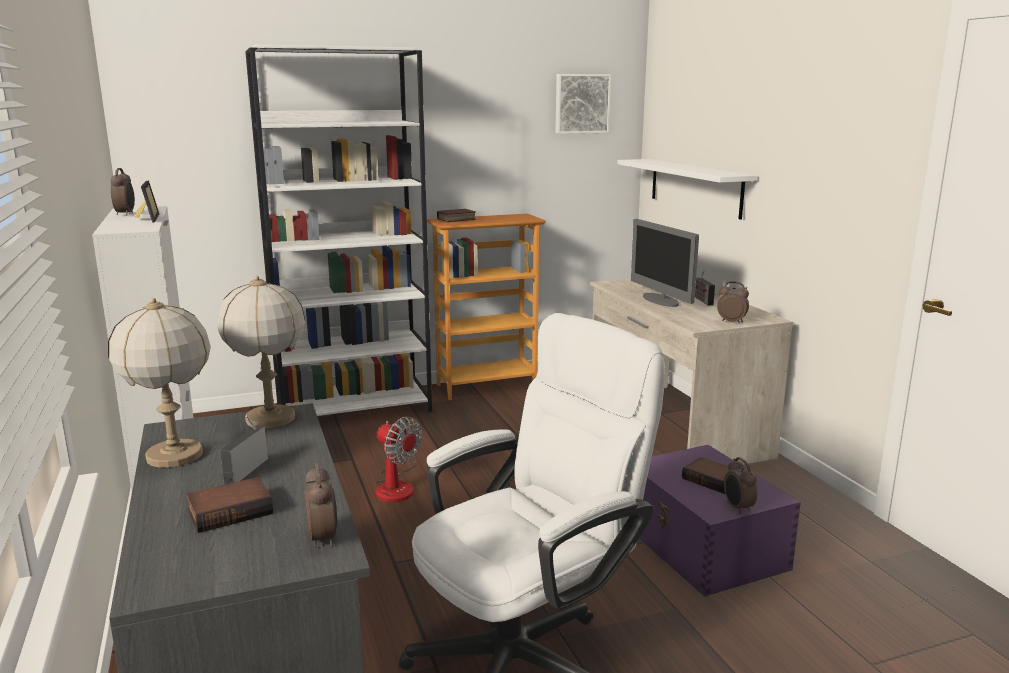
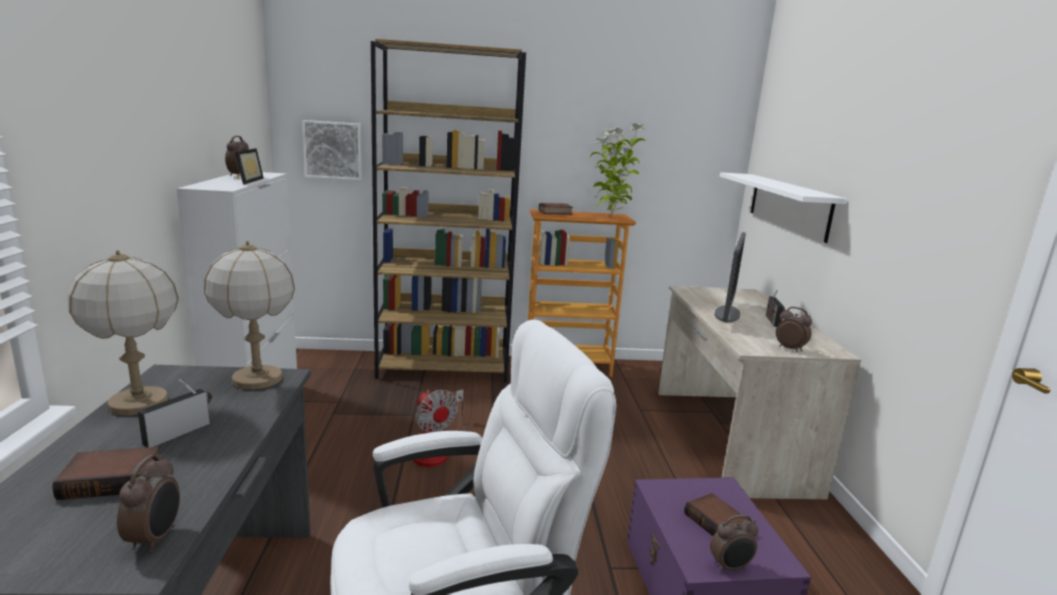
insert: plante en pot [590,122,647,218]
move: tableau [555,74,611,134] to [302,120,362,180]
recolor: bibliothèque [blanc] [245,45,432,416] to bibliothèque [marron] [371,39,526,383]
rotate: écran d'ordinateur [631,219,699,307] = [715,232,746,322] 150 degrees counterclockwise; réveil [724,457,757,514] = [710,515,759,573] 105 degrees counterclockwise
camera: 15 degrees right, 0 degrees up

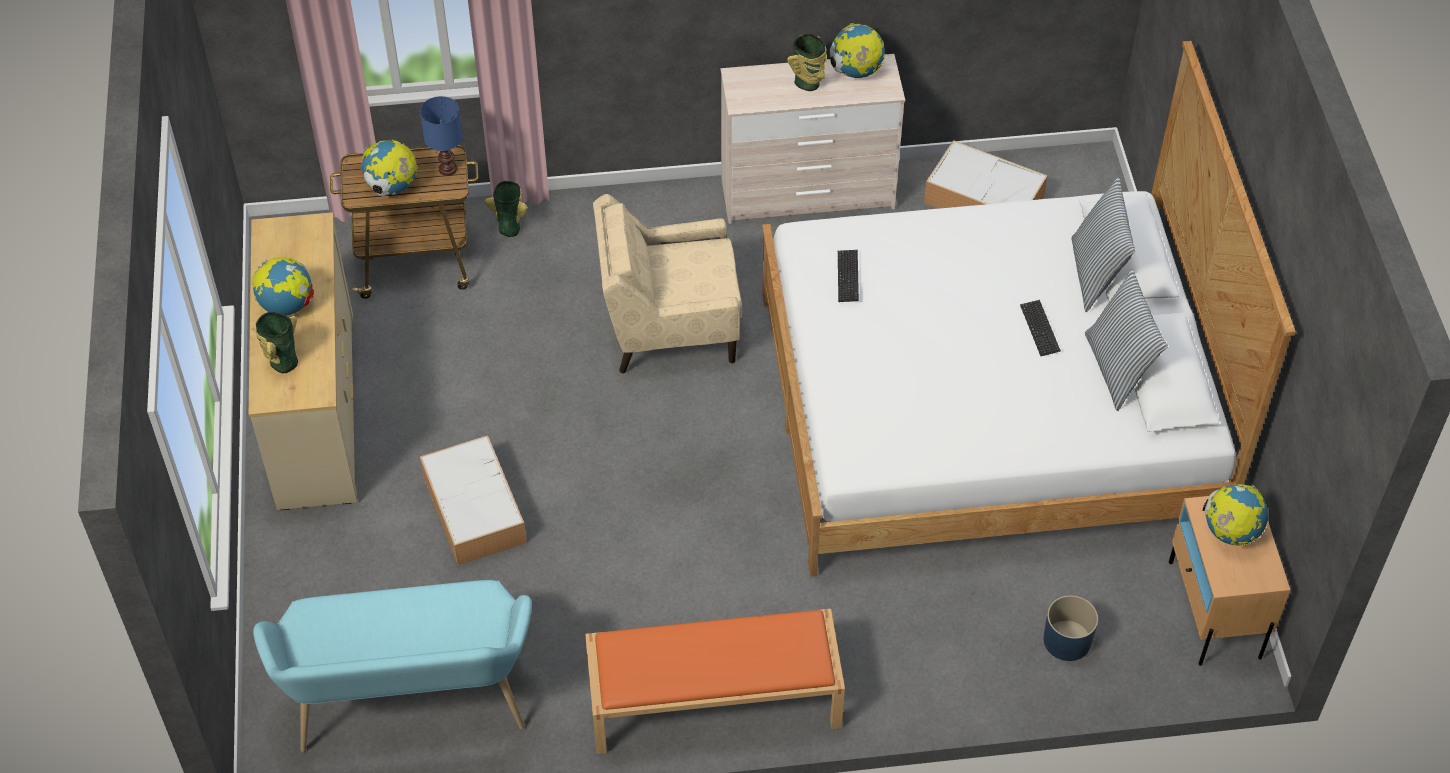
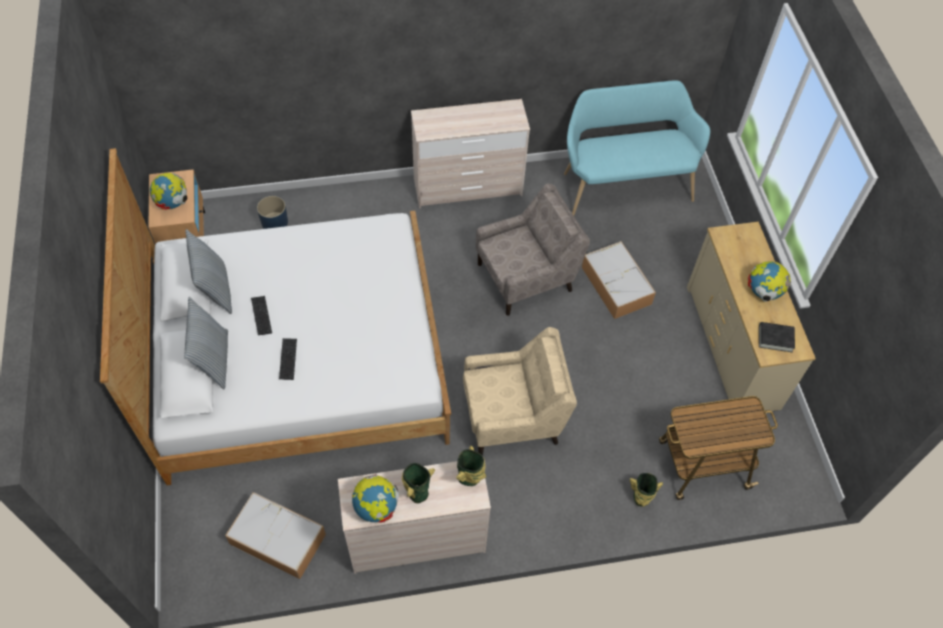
delete: globe [361,139,417,196]; lampe de table [bleu] [420,96,463,176]
insert: fauteuil [beige] [476,184,590,316]; livre [noir] [759,322,795,353]
move: vase [255,312,298,373] to [456,445,486,486]; clavier [838,250,859,302] to [279,338,297,380]
replace: banc [orange] [585,609,845,754] to commode [beige] [411,99,530,208]
camera: 175 degrees right, 5 degrees up

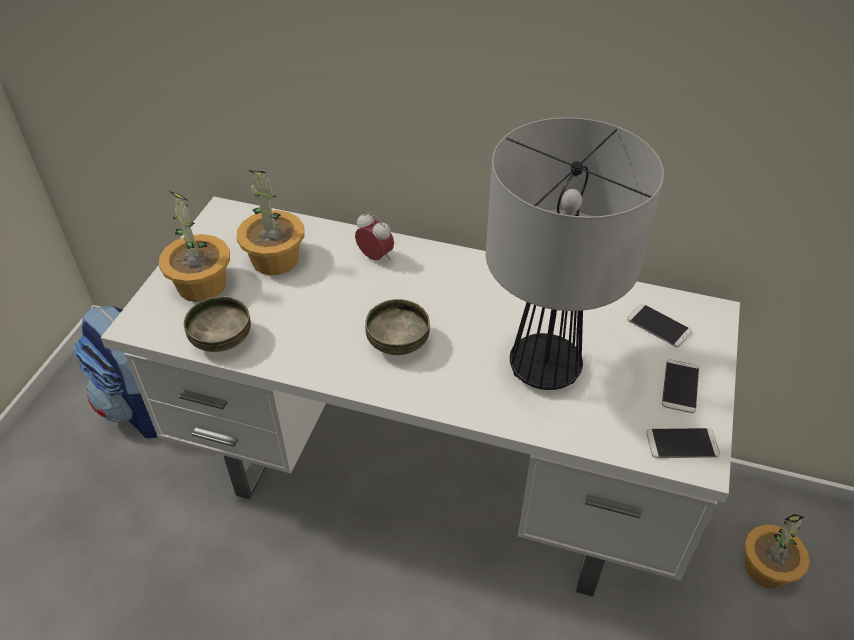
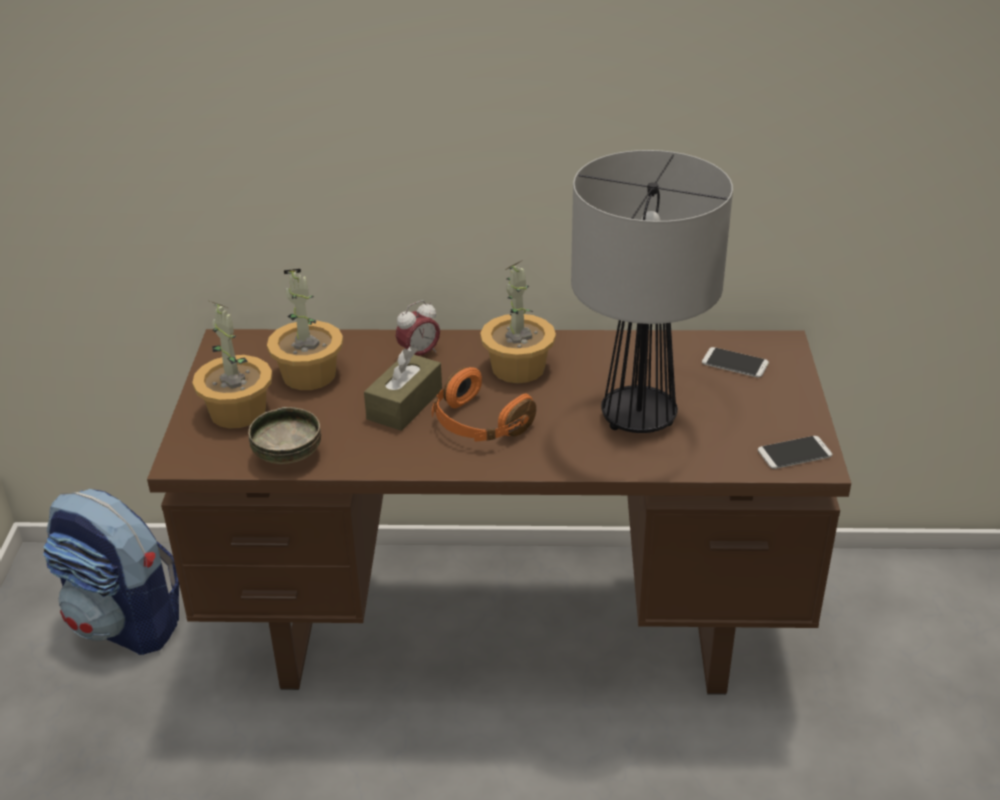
delete: téléphone [662,360,699,413]
insert: boîte à mouchoirs [marron] [364,346,442,431]
move: plante en pot [744,514,810,589] to [480,260,556,383]
replace: bol [365,299,430,355] to casque audio [orange] [432,367,536,442]
recolor: bureau [blanc] [101,197,740,597] to bureau [marron] [147,329,851,695]
rotate: réveil [355,212,394,260] = [396,300,440,356] 120 degrees clockwise
camera: 15 degrees left, 10 degrees down

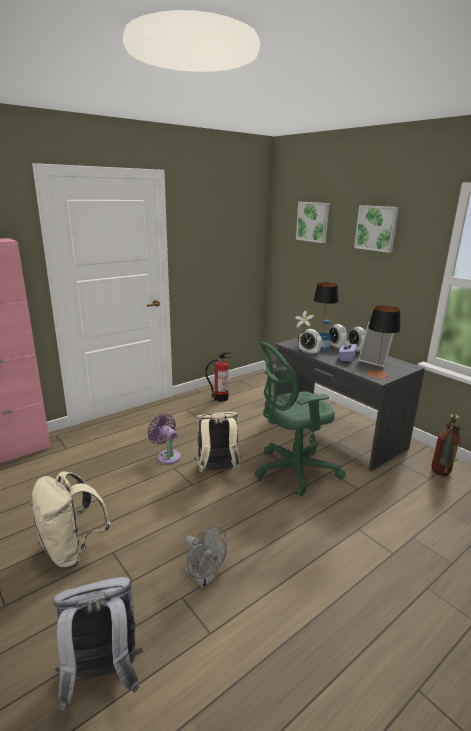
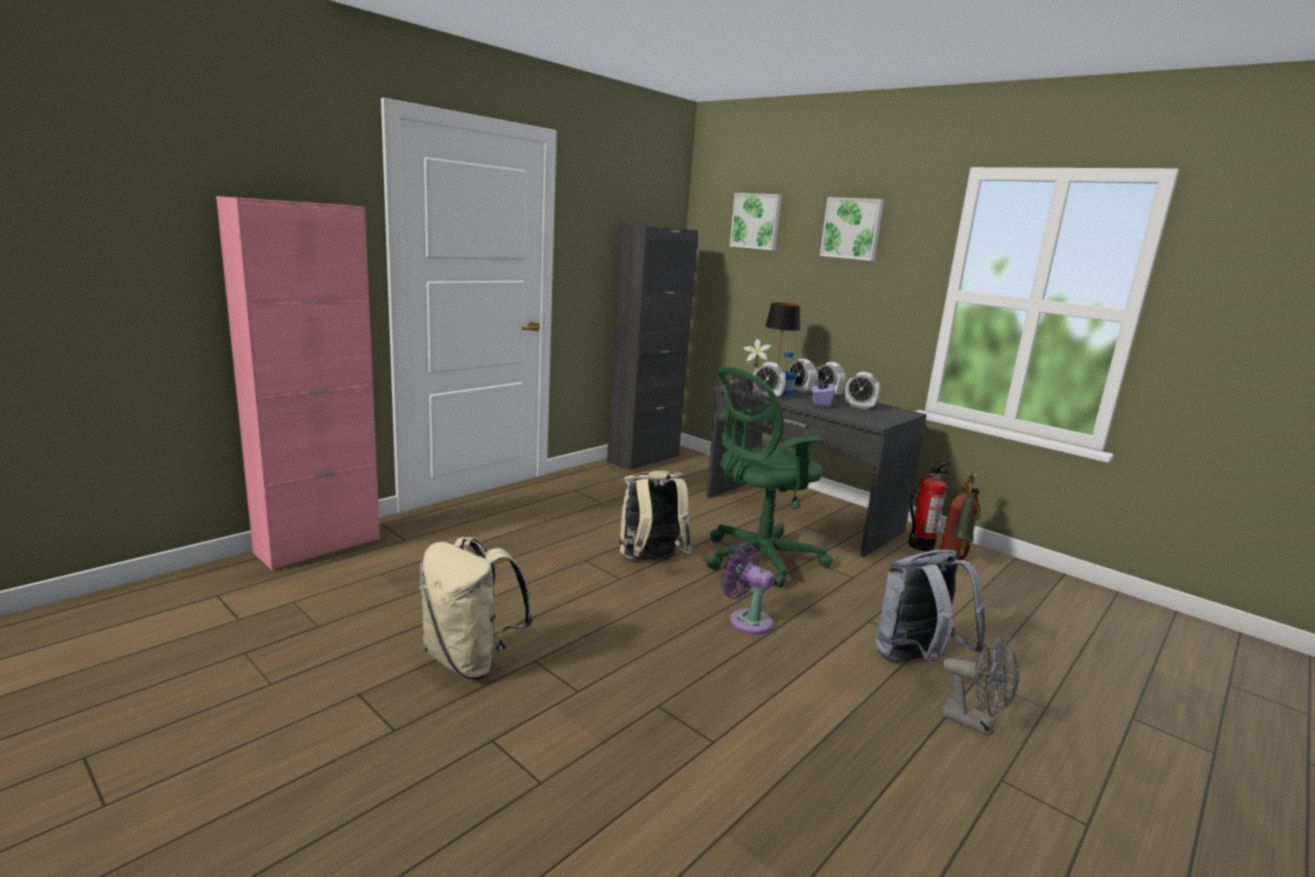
delete: lampe de table [367,306,400,378]
insert: meuble de rangement [noir] [607,224,698,471]
move: sac à dos [gris] [53,577,143,711] to [875,550,985,665]; ventilateur [violet] [147,414,181,464] to [721,543,775,634]; ventilateur [gris] [185,526,227,589] to [941,637,1019,735]; extincteur [205,351,232,402] to [909,461,952,551]
replace: cadre photo [358,322,394,367] to réveil [845,372,880,410]
camera: 10 degrees left, 5 degrees down

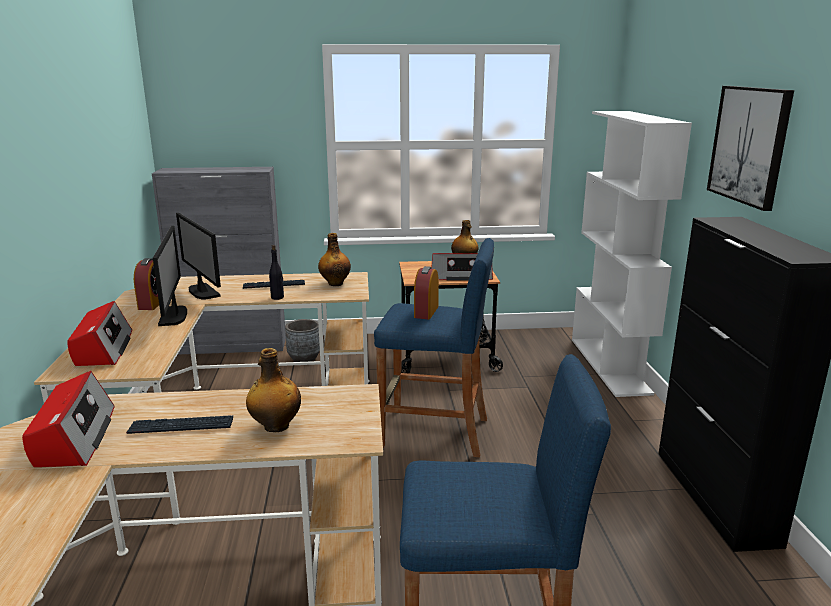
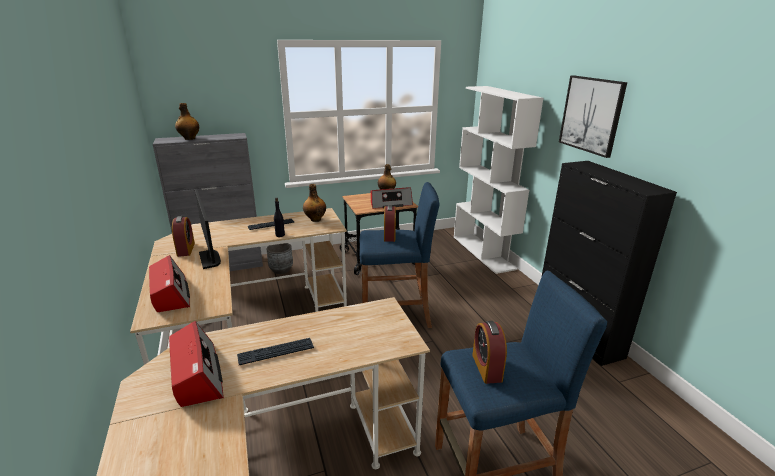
delete: écran d'ordinateur [176,213,221,300]
insert: réveil [472,321,507,384]
move: bouteille [246,348,301,432] to [175,103,199,140]
camera: 15 degrees left, 5 degrees up

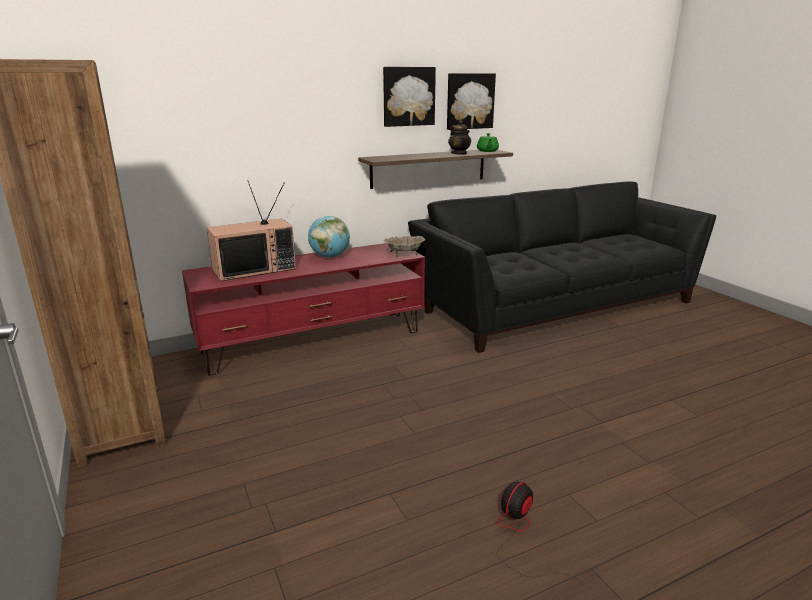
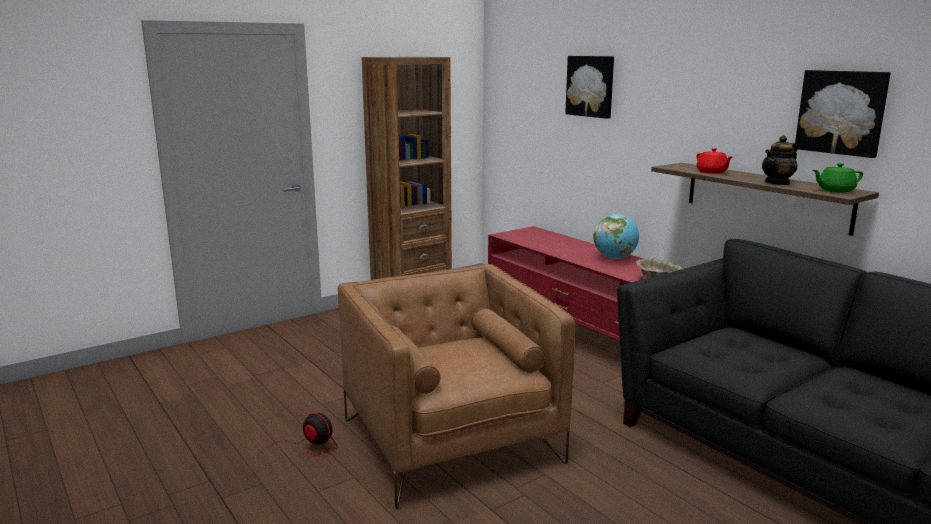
delete: téléviseur [207,180,296,281]
insert: fauteuil [marron] [338,264,575,509]; théière [rouge] [697,148,732,174]
move: tableau [383,67,436,127] to [565,56,614,119]
camera: 80 degrees right, 5 degrees down

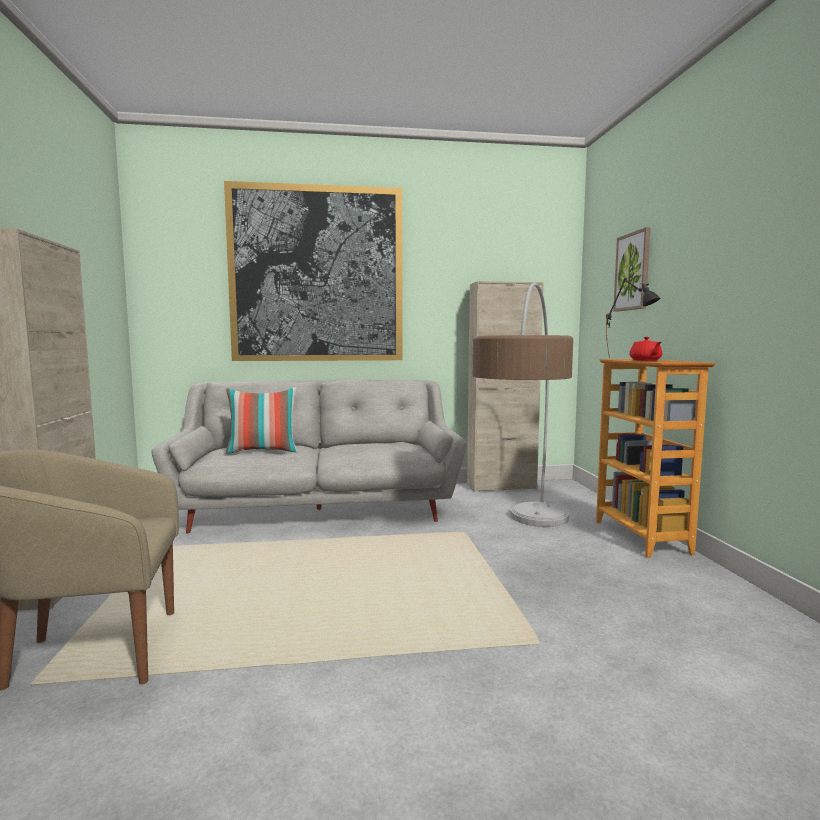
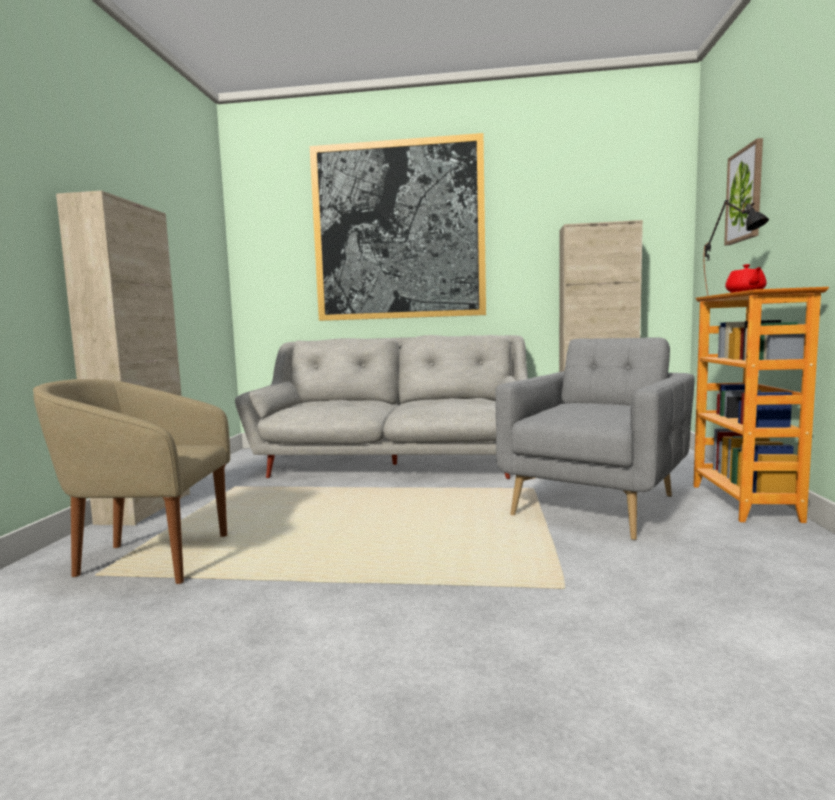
delete: coussin [226,387,298,454]
replace: lampadaire [473,283,573,527] to fauteuil [gris] [495,337,695,540]
camera: 15 degrees right, 0 degrees up

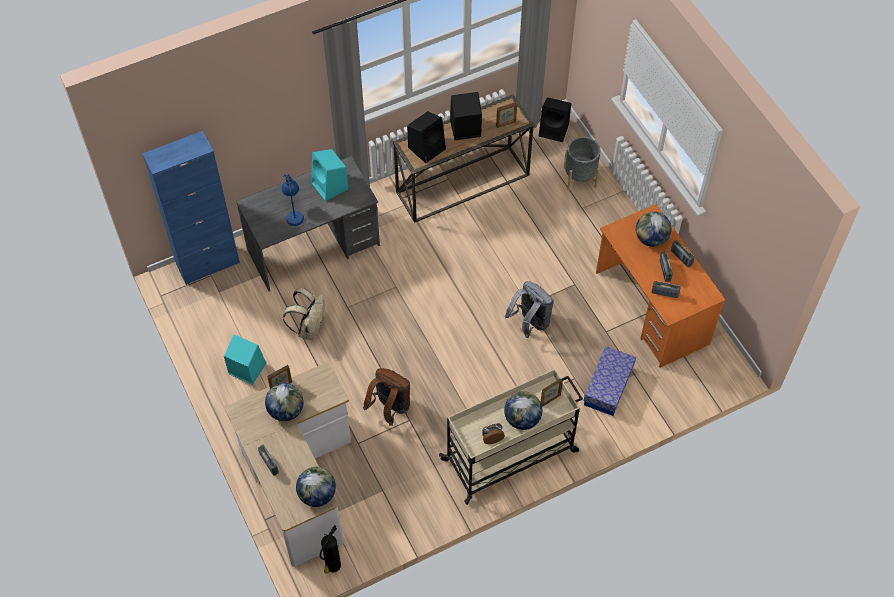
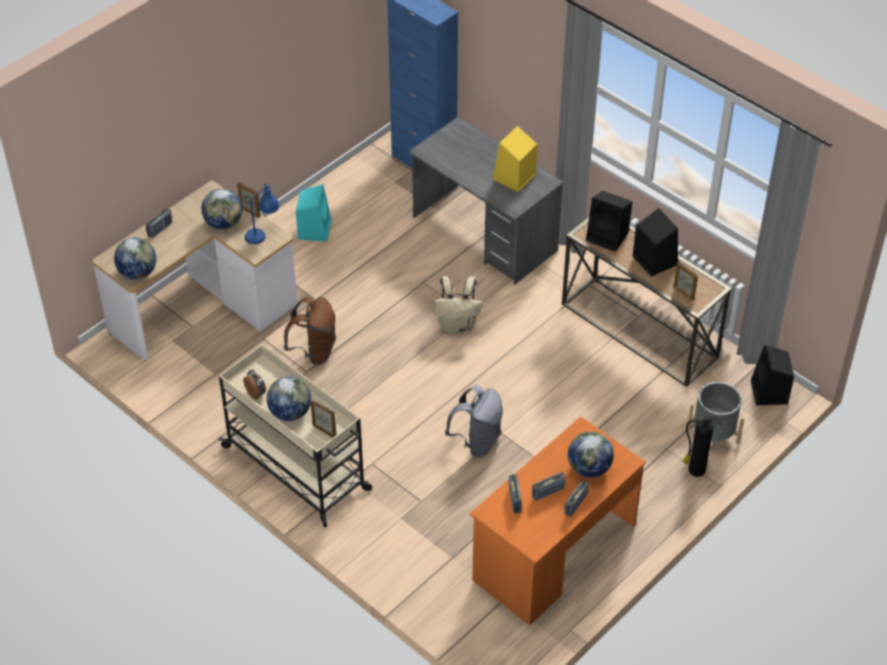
delete: boîte de rangement [584,346,636,416]
move: lampe de table [bleu] [281,174,304,226] to [245,183,280,244]; sac à dos [beige] [283,288,325,340] to [434,276,482,334]; extincteur [320,525,341,573] to [683,415,722,477]
recolor: enceinte [turquoise] [311,149,348,201] to enceinte [jaune] [493,126,538,192]
camera: 70 degrees right, 10 degrees down

